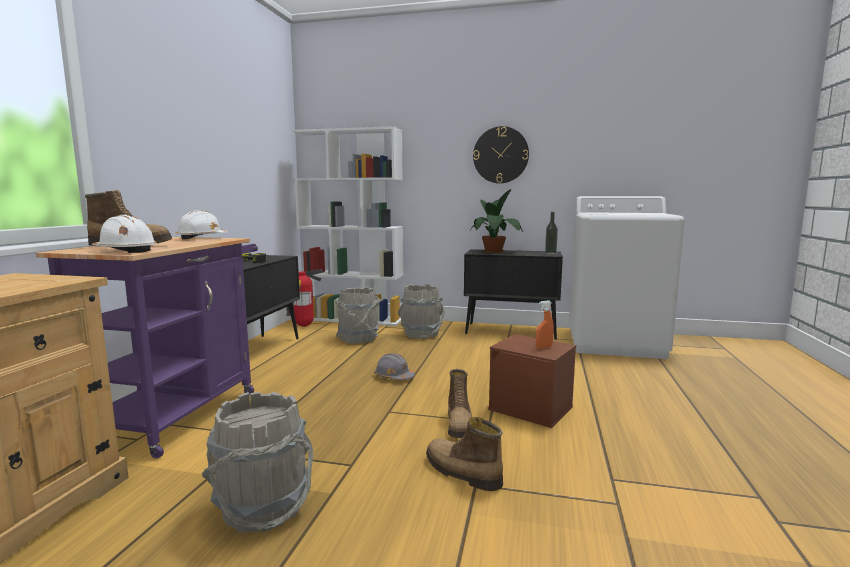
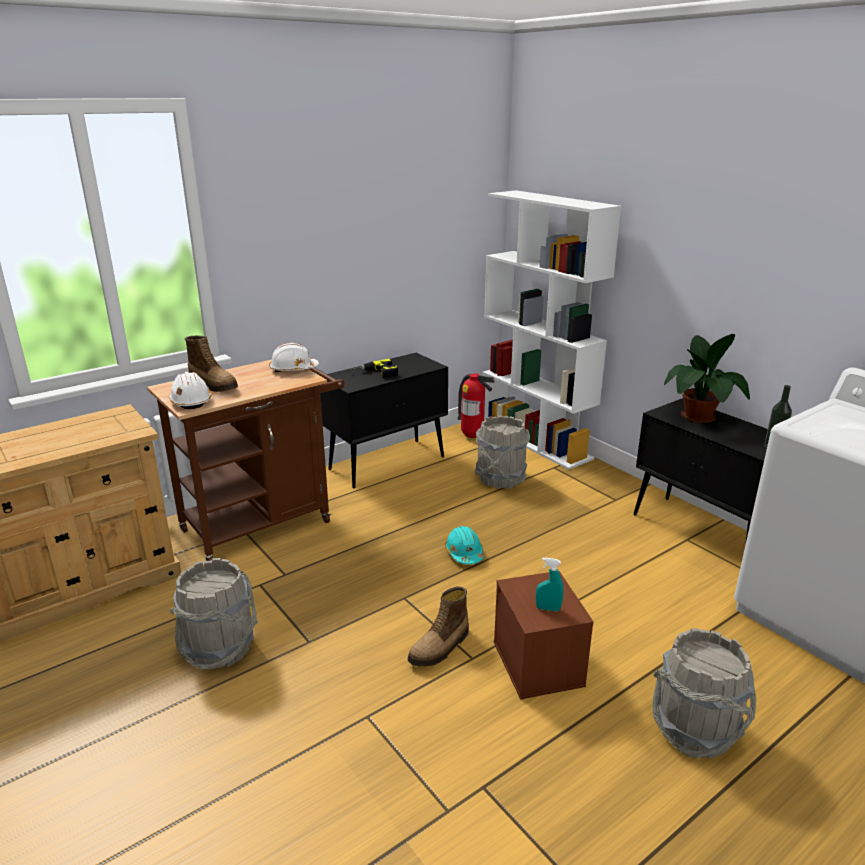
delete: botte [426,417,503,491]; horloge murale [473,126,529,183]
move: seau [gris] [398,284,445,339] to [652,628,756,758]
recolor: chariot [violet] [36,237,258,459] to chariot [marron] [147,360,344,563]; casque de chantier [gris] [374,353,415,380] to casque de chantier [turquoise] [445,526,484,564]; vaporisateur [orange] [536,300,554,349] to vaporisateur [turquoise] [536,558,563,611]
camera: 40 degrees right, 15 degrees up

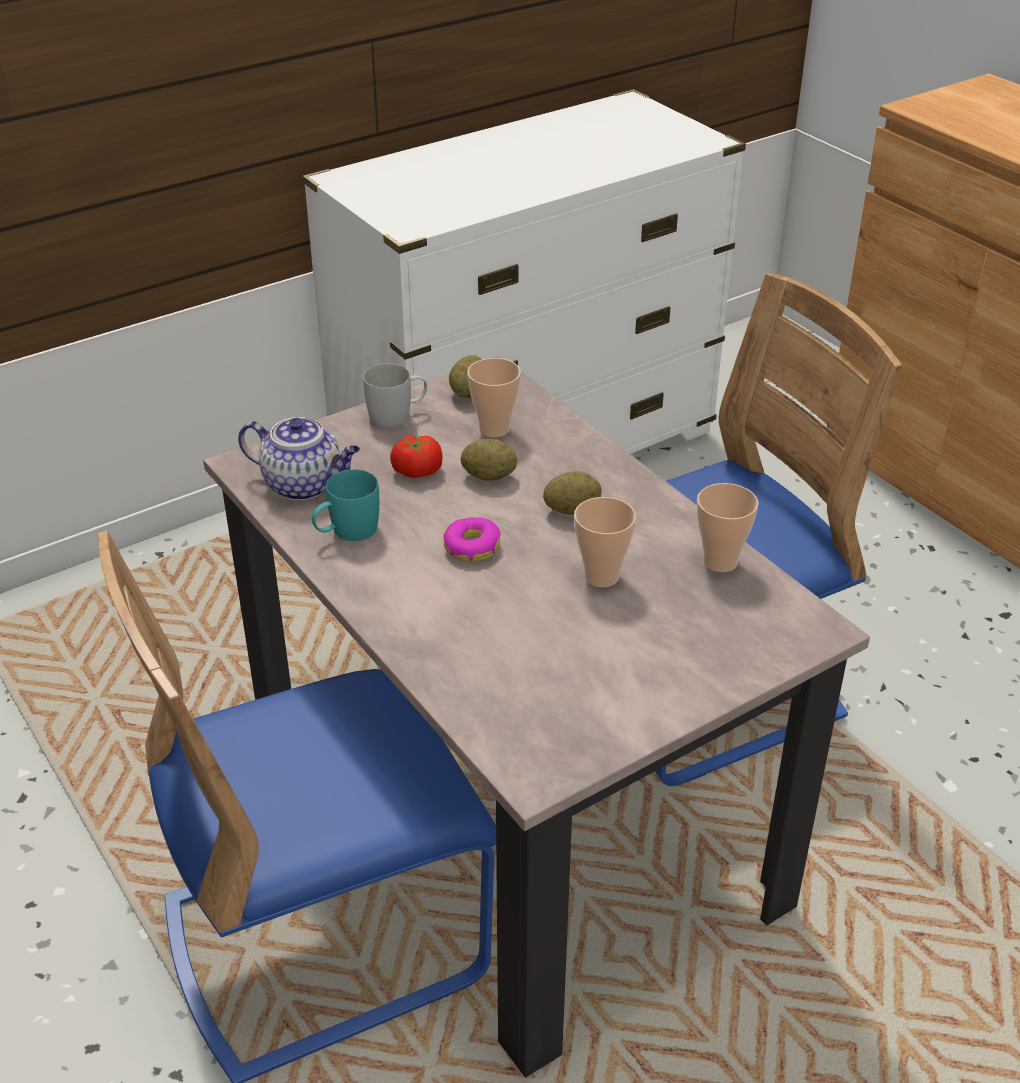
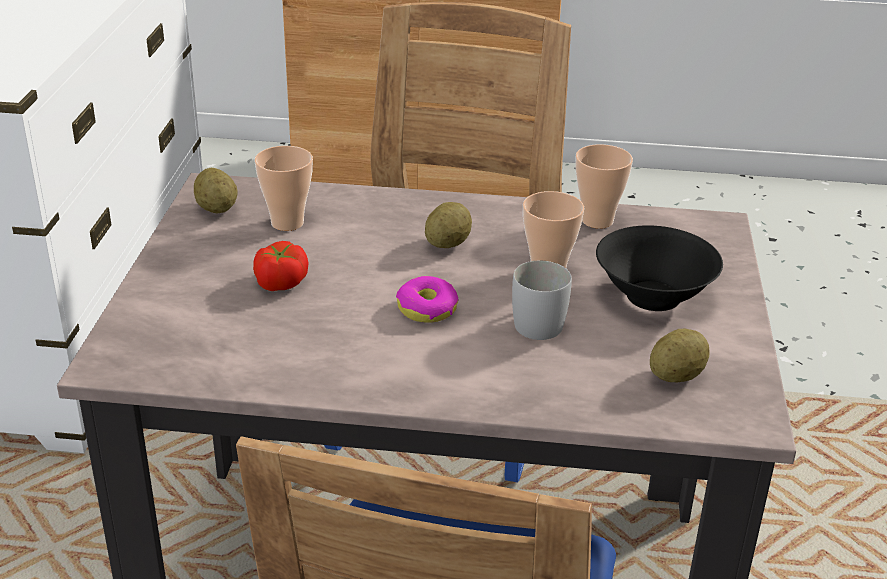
delete: théière [238,417,360,500]; mug [turquoise] [312,469,379,541]
insert: bol [noir] [596,225,723,311]
move: mug [blanc] [363,363,427,428] to [512,261,572,340]; pomme de terre [460,439,517,481] to [650,329,710,382]
camera: 50 degrees left, 5 degrees down

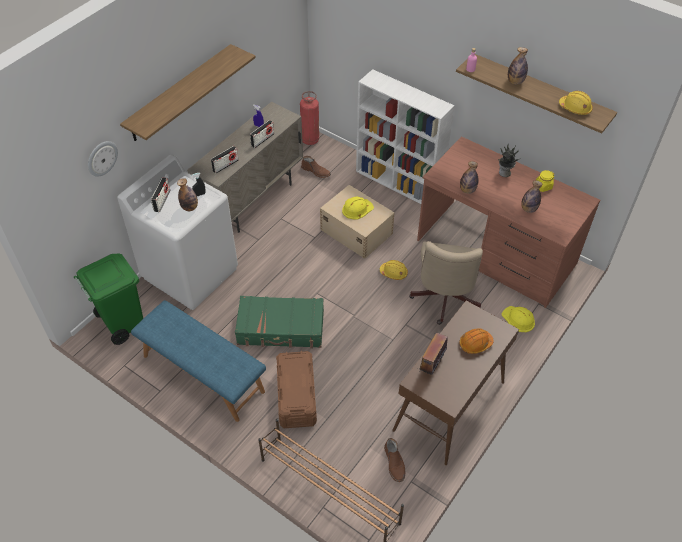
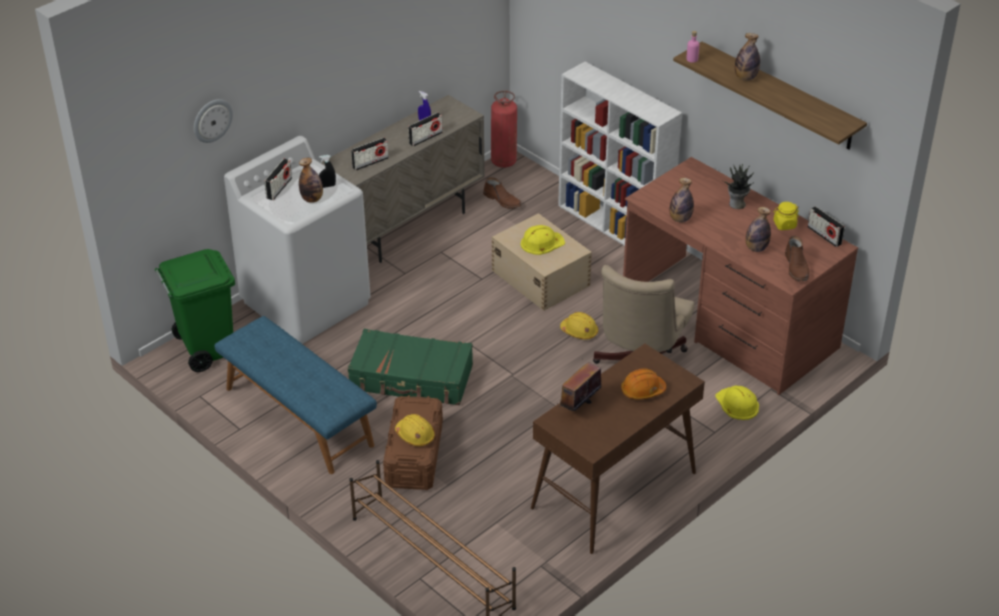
delete: étagère [120,44,256,141]
insert: radio [807,206,845,247]
move: botte [marron] [384,438,405,482] to [785,236,810,281]; casque de chantier [jaune] [559,91,593,115] to [395,414,435,446]
camera: 10 degrees right, 10 degrees down

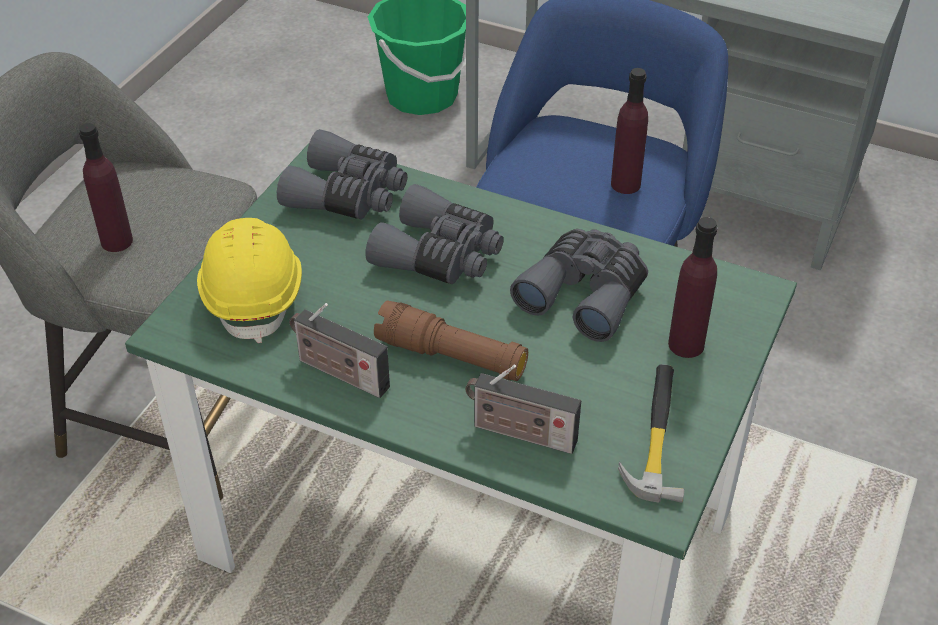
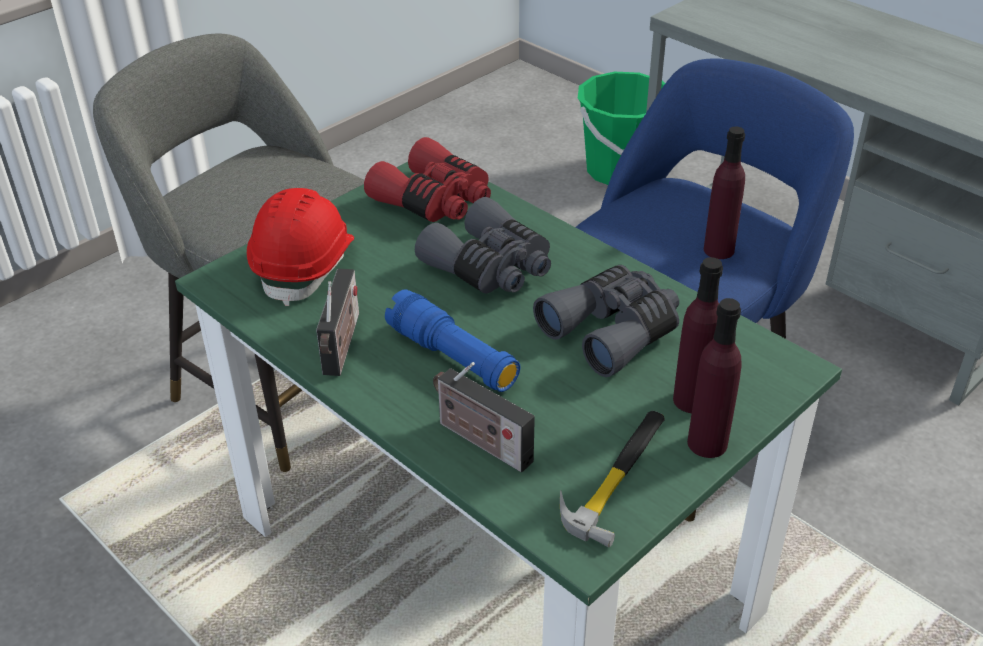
move: bouteille [violet] [79,123,133,252] to [687,298,742,458]
recolor: casque de chantier [jaune] [197,218,302,343] to casque de chantier [rouge] [247,188,354,306]; jumelles [gris] [277,129,407,219] to jumelles [rouge] [364,137,491,222]; lampe de poche [marron] [374,301,528,381] to lampe de poche [bleu] [385,289,520,392]
rotate: radio [289,303,390,398] = [316,269,359,376] 135 degrees counterclockwise
camera: 20 degrees right, 5 degrees down

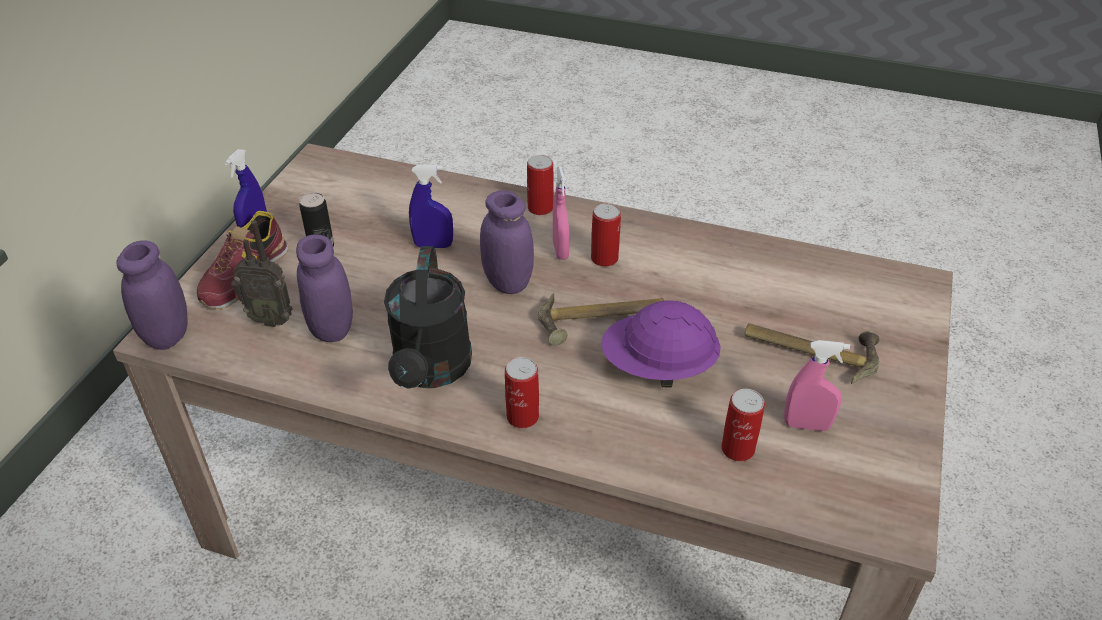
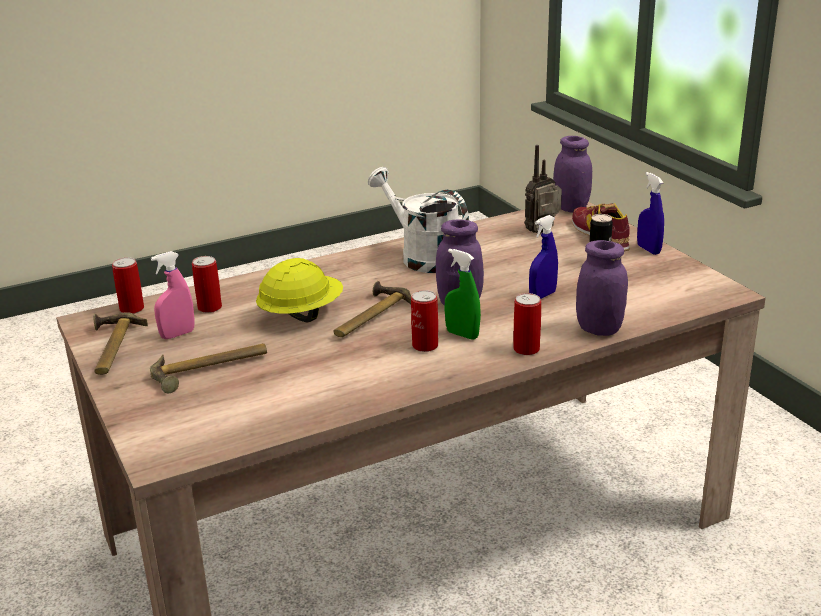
insert: marteau [94,312,148,375]
move: bocal [violet] [296,234,353,342] to [576,240,628,336]; boîte métallique [505,357,539,428] to [112,257,144,314]
recolor: arrosoir [noir] [384,246,472,389] to arrosoir [blanc] [368,167,469,273]; vaporisateur [rose] [553,166,569,260] to vaporisateur [vert] [445,249,481,340]; casque de chantier [violet] [601,300,721,388] to casque de chantier [jaune] [256,258,343,323]
camera: 135 degrees right, 15 degrees down

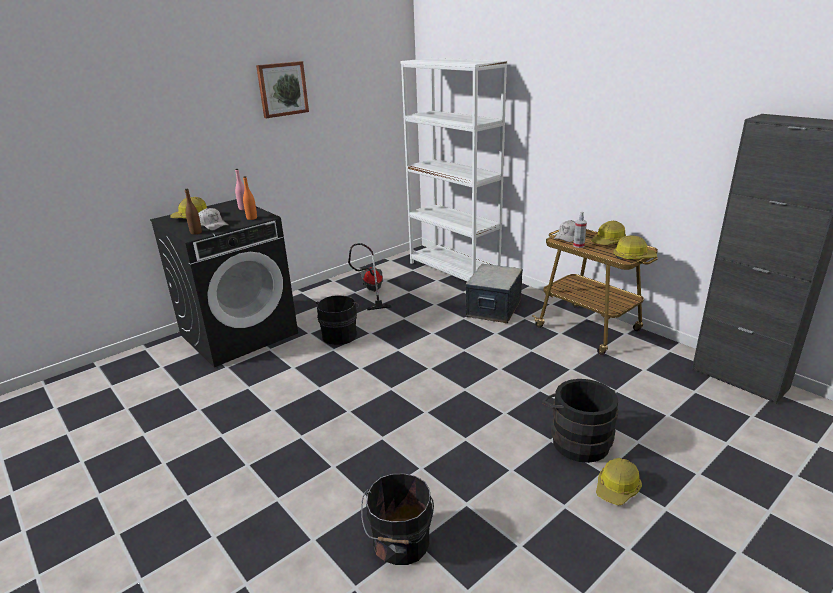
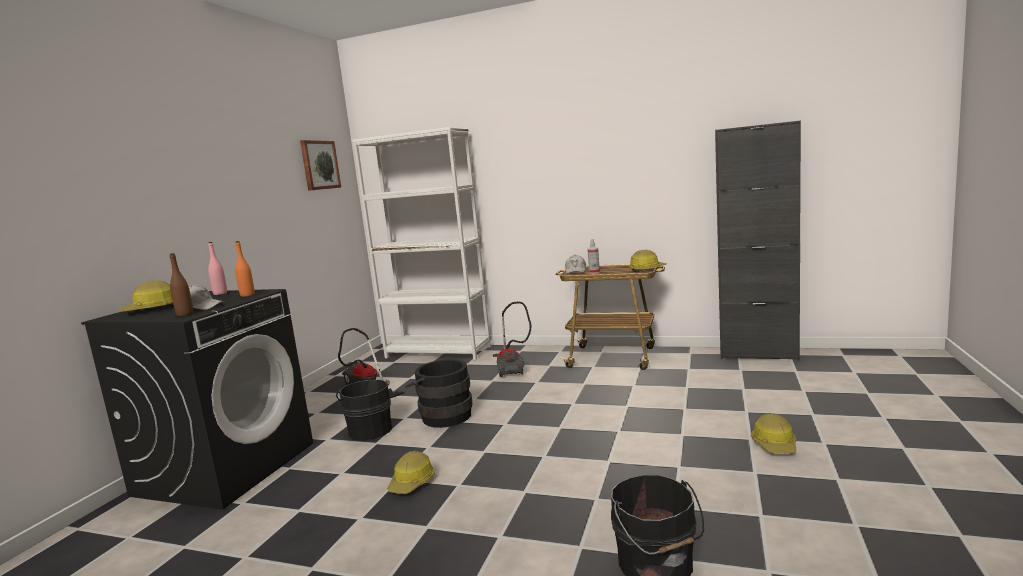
move: tableau [256,61,309,118] to [300,140,341,191]; seau [noir] [542,379,618,463] to [405,360,472,428]; casque de chantier [591,221,626,245] to [387,451,435,494]
replace: boîte de rangement [465,264,523,323] to aspirateur [493,302,532,377]
camera: 30 degrees left, 15 degrees down

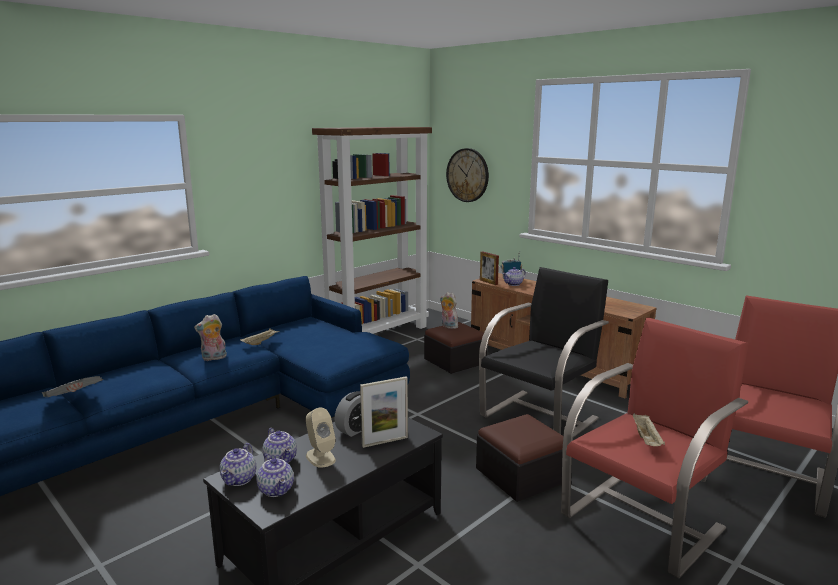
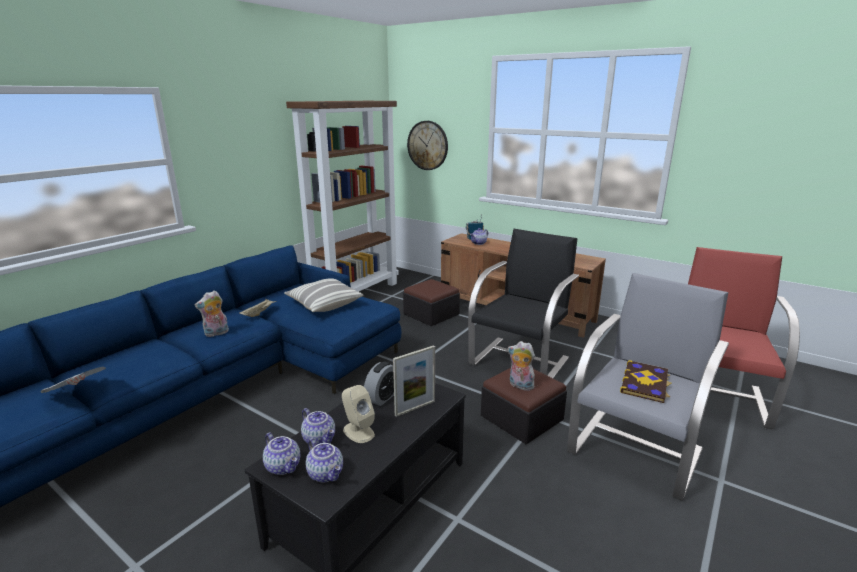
delete: cadre photo [480,252,499,285]
insert: coussin [284,278,363,312]
move: peluche [440,292,458,329] to [508,341,535,391]
replace: plateau [beige] [633,413,665,446] to livre [620,360,672,403]
recolor: fauteuil [rouge] [561,318,749,578] to fauteuil [gris] [567,273,729,501]
rotate: théière [220,443,256,486] = [263,433,300,475] 45 degrees counterclockwise
camera: 10 degrees left, 5 degrees up

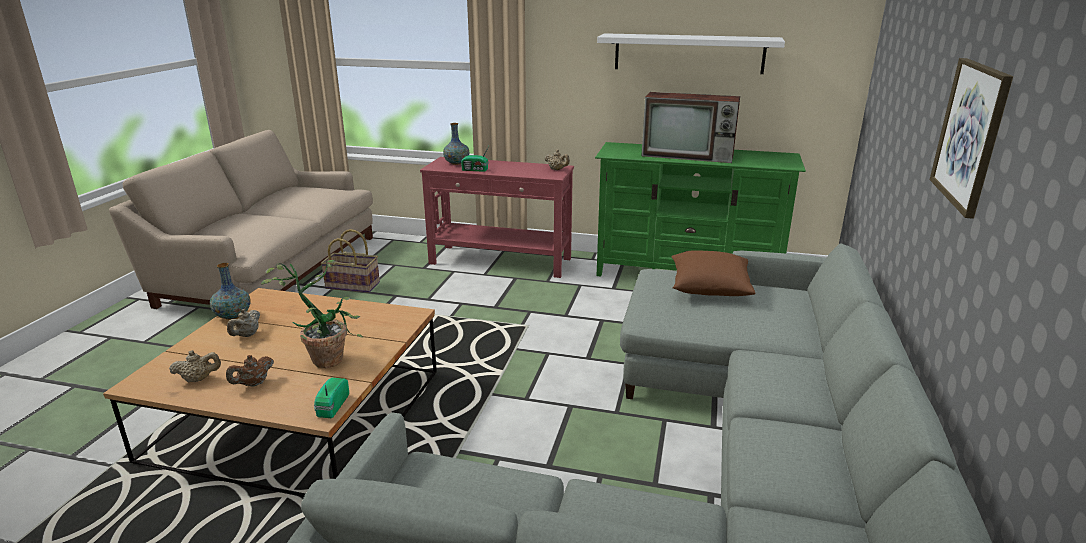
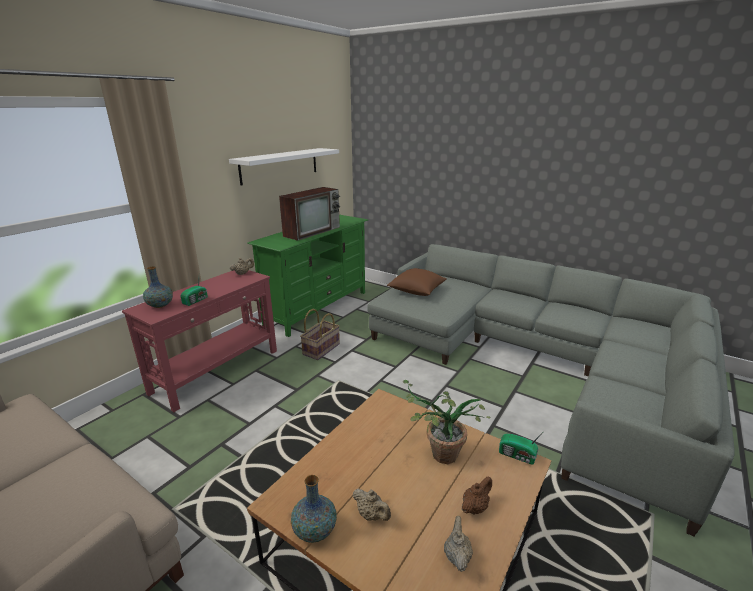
delete: tableau [930,58,1013,219]
move: panier [321,229,380,293] to [300,309,340,360]
rotate: théière [marron] [226,355,274,387] = [462,477,492,514] 105 degrees counterclockwise
camera: 70 degrees left, 0 degrees up

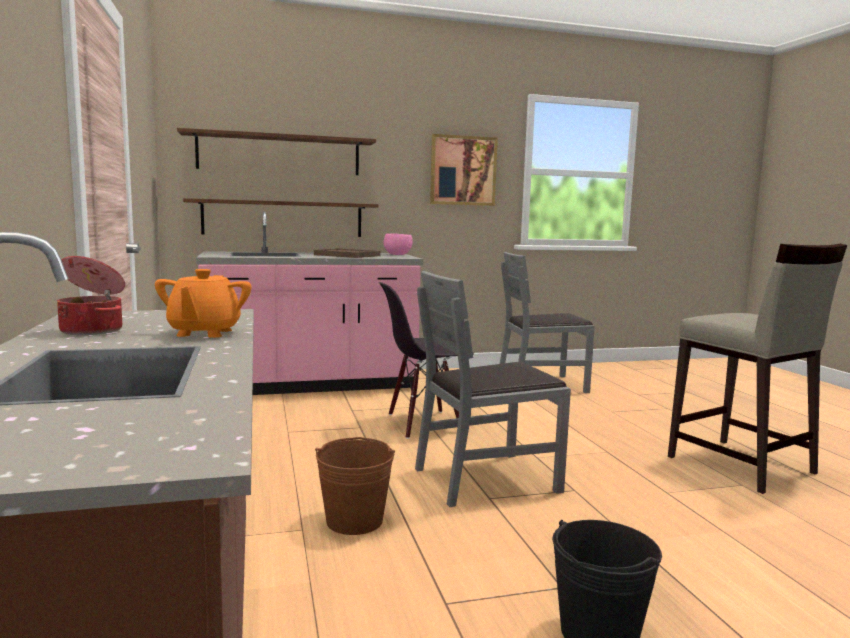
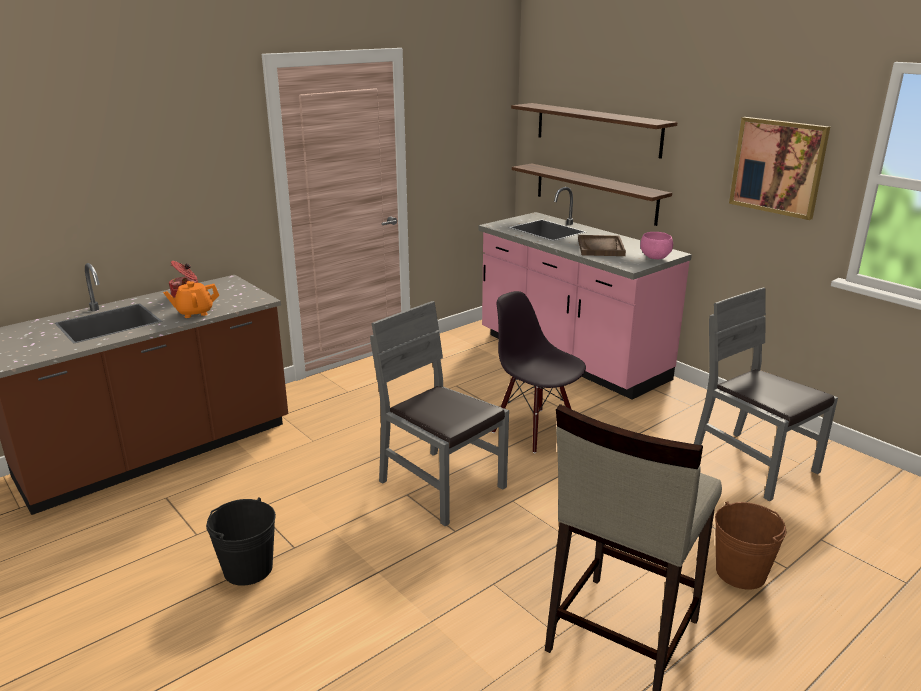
move: seau [marron] [315,437,395,535] to [715,501,786,590]
camera: 65 degrees right, 15 degrees up

